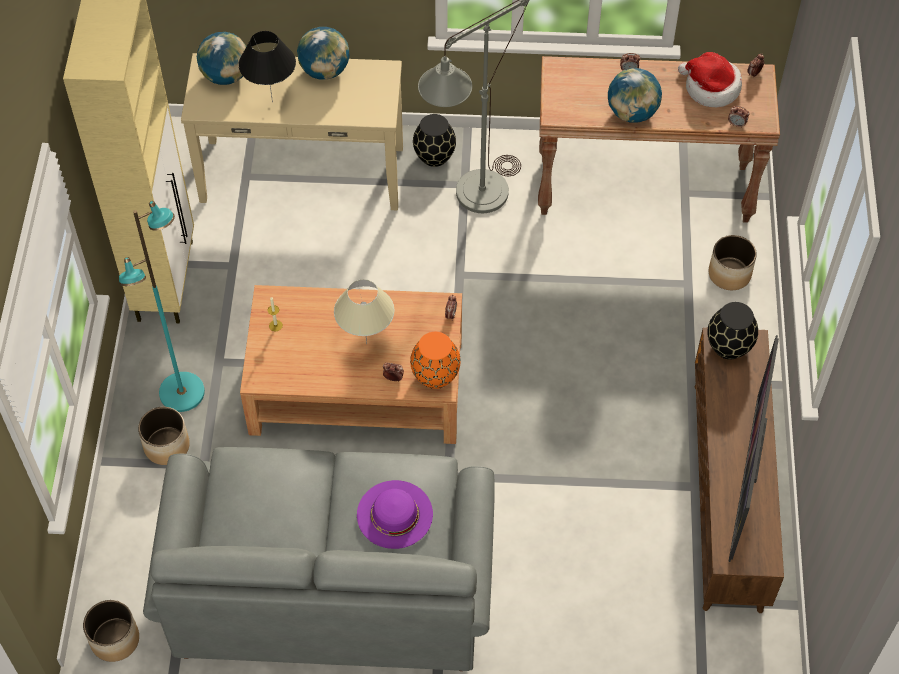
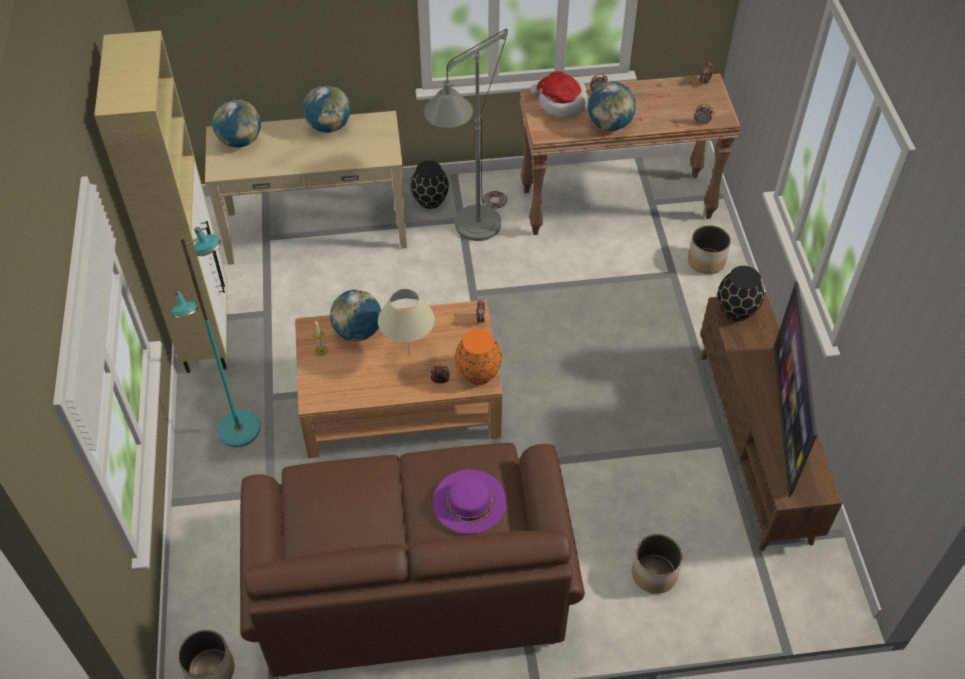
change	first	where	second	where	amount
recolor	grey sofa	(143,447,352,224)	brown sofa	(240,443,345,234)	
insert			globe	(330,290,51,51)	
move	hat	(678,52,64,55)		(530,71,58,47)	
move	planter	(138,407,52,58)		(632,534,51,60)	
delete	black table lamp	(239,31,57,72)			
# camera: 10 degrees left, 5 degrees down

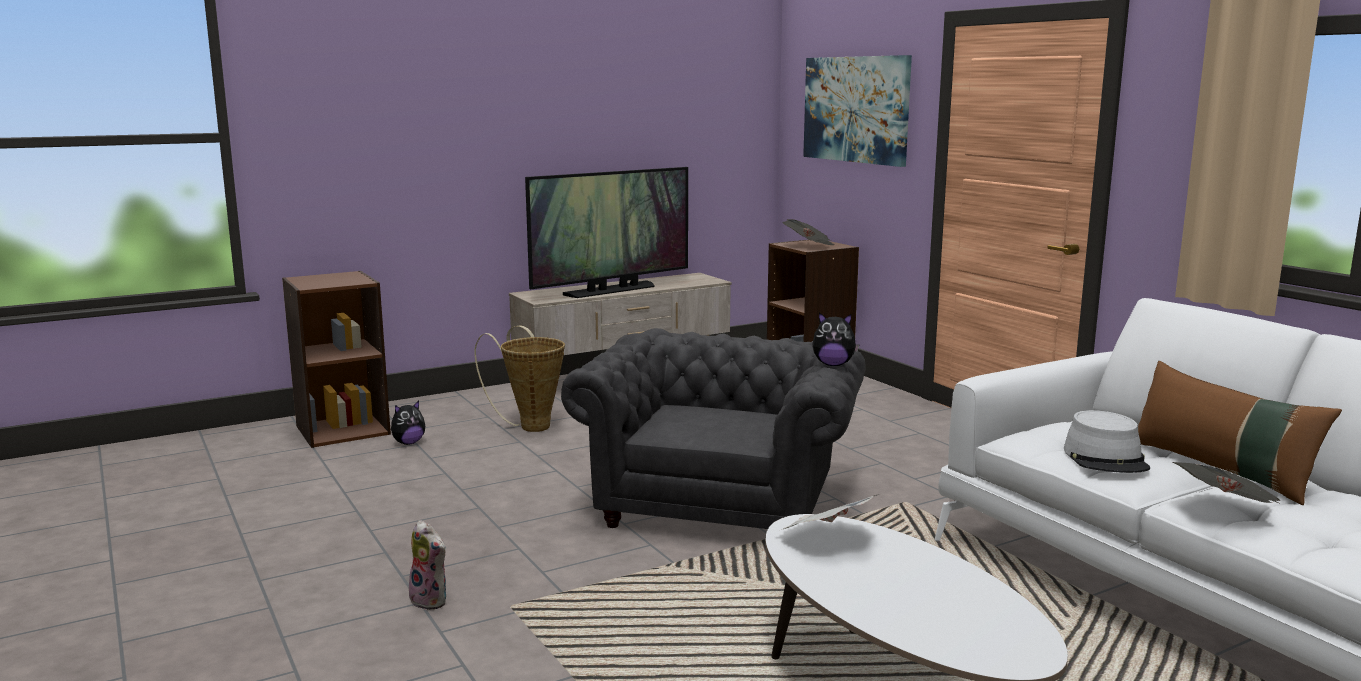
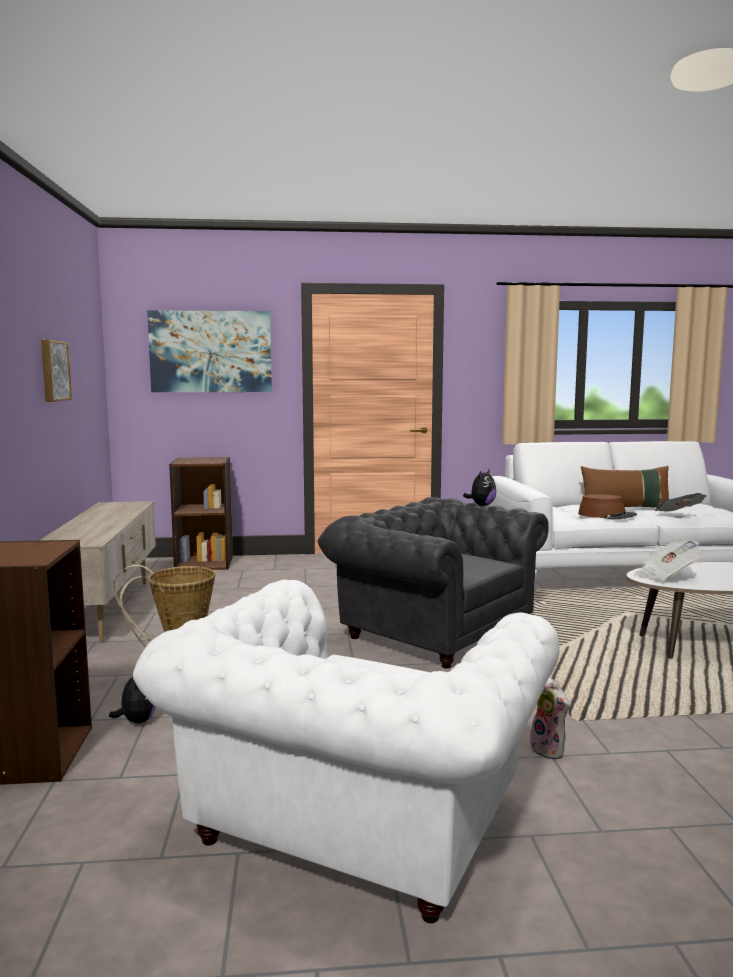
change	first	where	second	where	amount
insert			picture	(41,340,31,62)	
insert			white armchair	(133,580,427,343)	
rotate	plush toy	(409,520,37,90)		(527,677,43,82)	90 degrees clockwise
recolor	grey hat	(1064,410,86,63)	brown hat	(578,494,59,25)	
delete	television	(525,167,163,131)			
delete	newspaper	(783,219,52,26)			
# camera: 65 degrees left, 5 degrees down

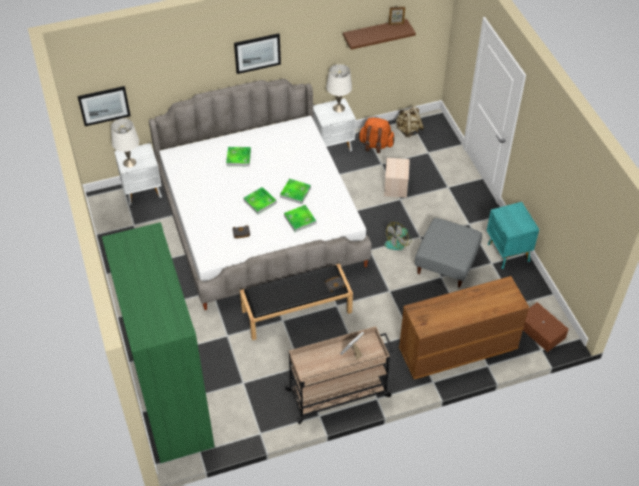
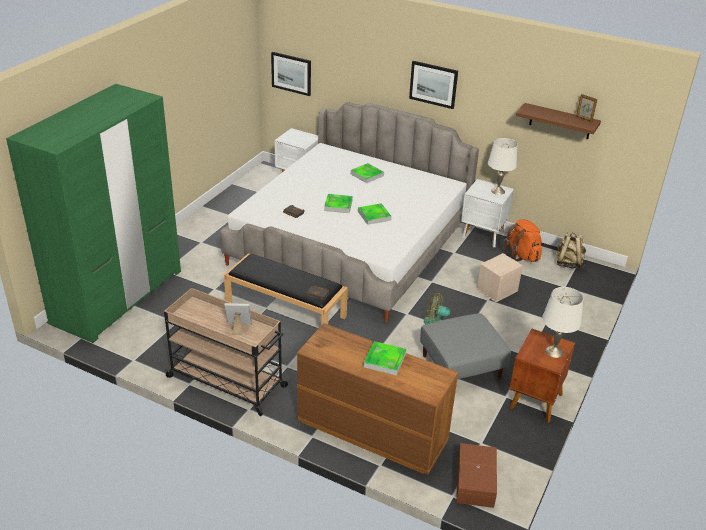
change	first	where	second	where	amount
move	tray	(284,205,32,27)		(364,341,42,35)	
recolor	turquoise nightstand	(487,202,52,67)	brown nightstand	(509,329,66,94)	
move	white table lamp	(111,118,28,50)		(542,287,41,71)	
# camera: 45 degrees right, 15 degrees down

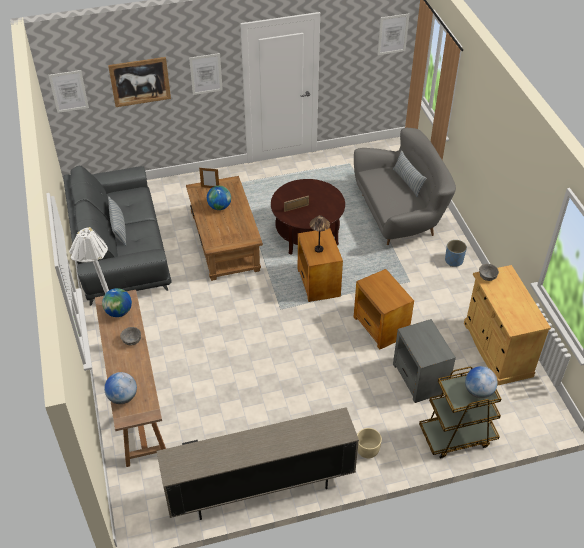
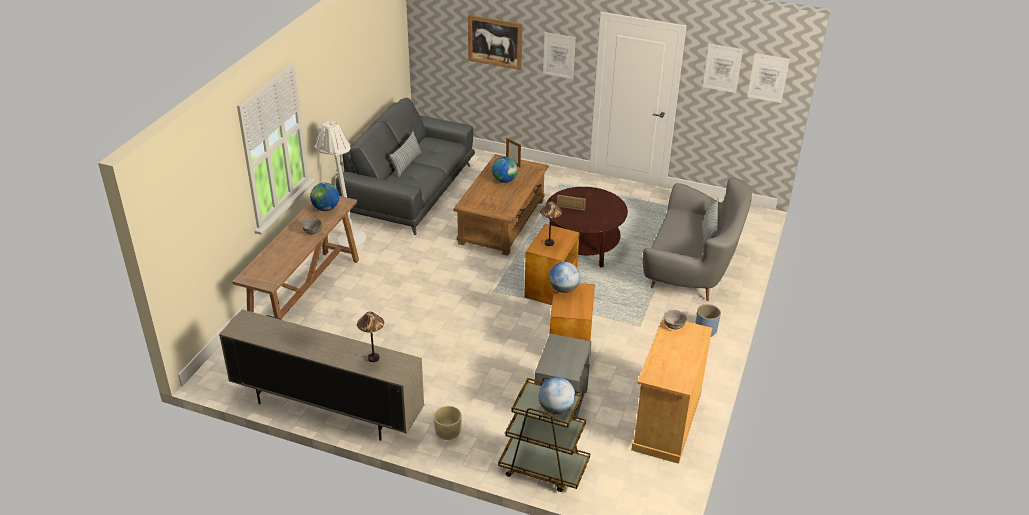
change	first	where	second	where	amount
insert			table lamp	(357,311,27,51)	
move	globe	(104,372,33,32)		(549,262,31,31)	
move	picture	(49,70,40,43)		(703,44,40,49)	
# camera: 35 degrees right, 10 degrees down

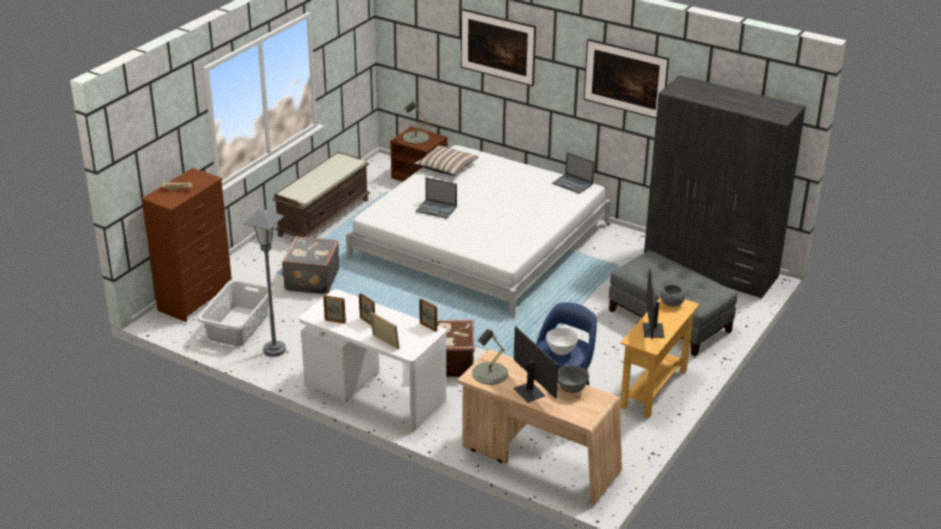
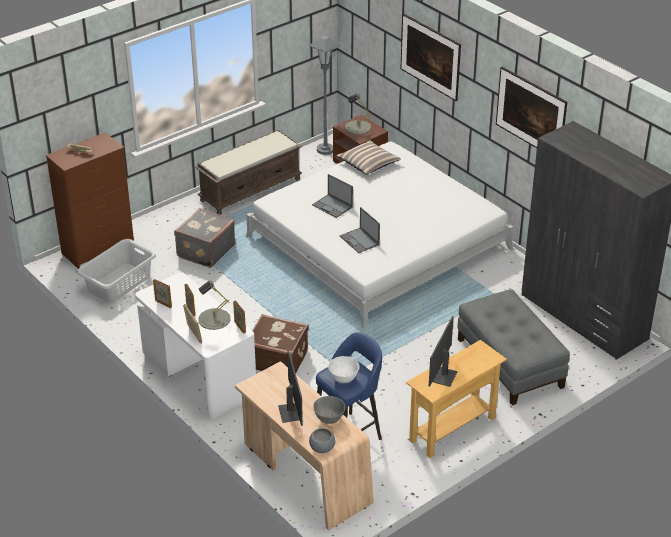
change	first	where	second	where	amount
move	grey table lamp	(472,329,36,56)		(198,281,33,49)	
move	grey floor lamp	(243,209,43,148)		(309,36,32,119)	
move	grey bowl	(660,285,25,22)		(309,428,26,25)	
move	laptop	(552,152,43,42)		(340,207,40,46)	
# camera: 20 degrees right, 5 degrees up

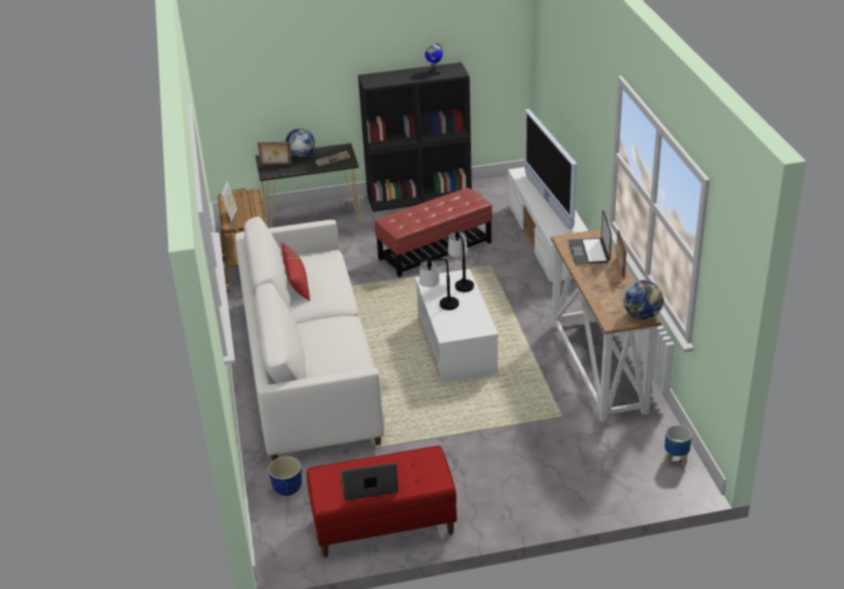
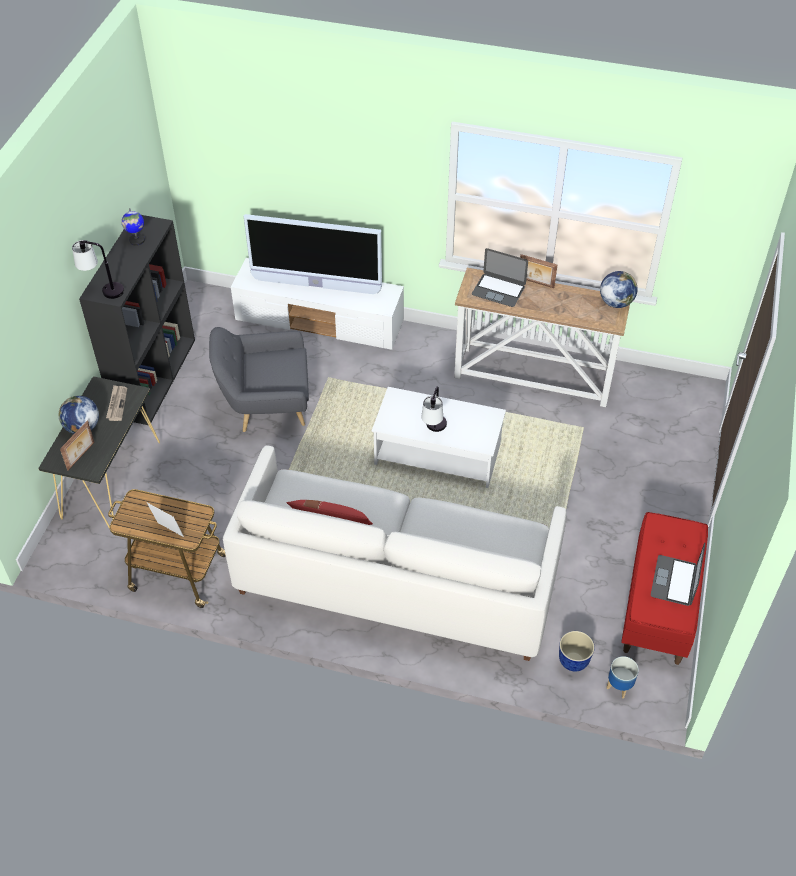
change	first	where	second	where	amount
move	table lamp	(448,231,26,61)		(72,240,52,59)	
replace	red ottoman	(374,188,118,89)	grey armchair	(209,327,100,105)	
move	planter	(665,425,27,41)		(606,656,33,43)	
# camera: 65 degrees left, 15 degrees up

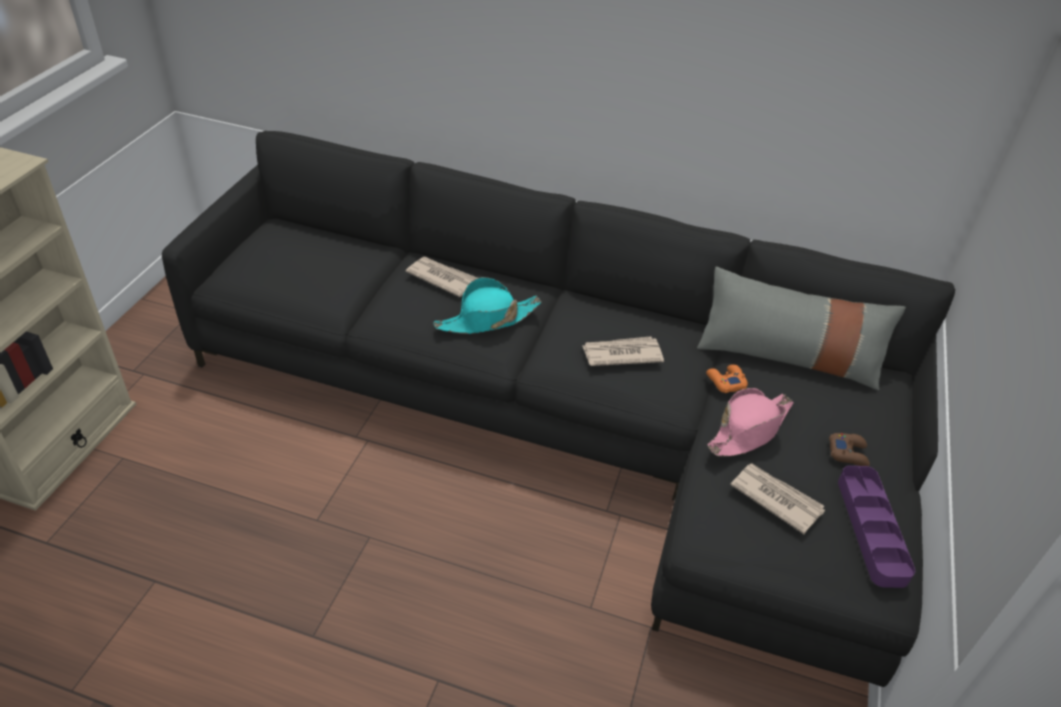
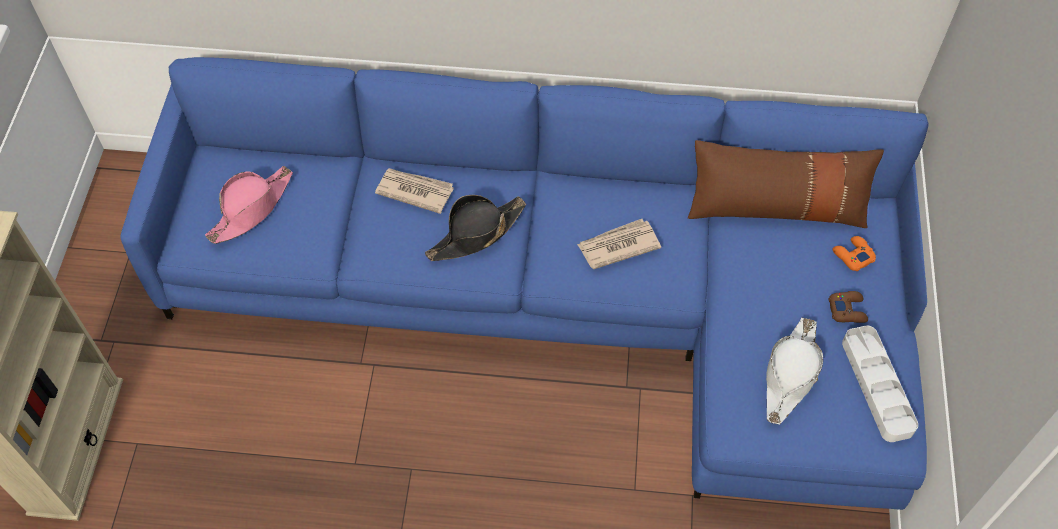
change	first	where	second	where	amount
recolor	black sofa	(162,131,793,556)	blue sofa	(121,57,807,453)	
move	pink hat	(707,388,87,68)		(205,166,88,78)	
recolor	turquoise hat	(433,277,108,57)	black hat	(425,195,101,66)	
recolor	grey pillow	(697,267,209,123)	brown pillow	(688,140,196,88)	
replace	newspaper	(730,464,95,70)	white hat	(766,318,57,106)	
move	orange game controller	(706,364,42,29)		(832,236,44,35)	
recolor	purple tray	(838,466,77,122)	white tray	(842,326,76,116)	
# camera: 10 degrees left, 15 degrees up

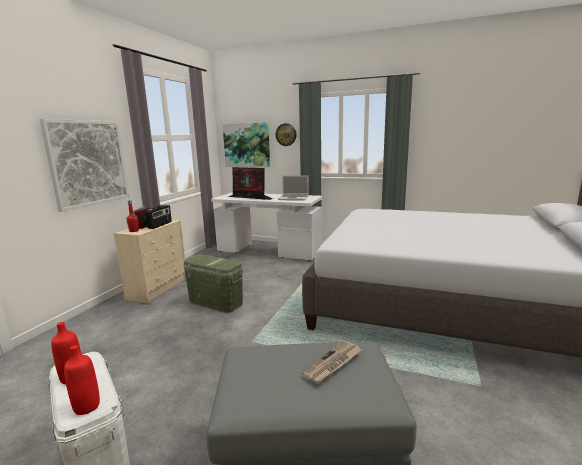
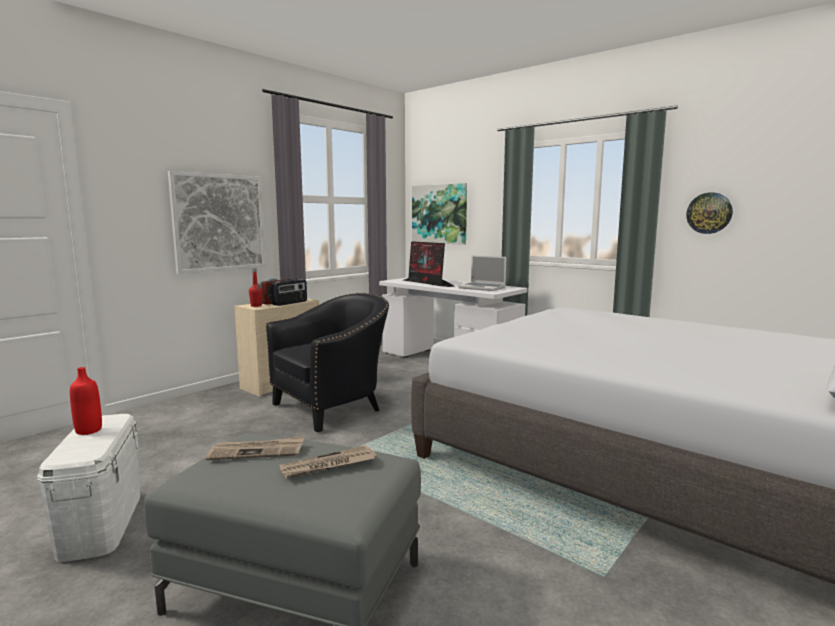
change	first	where	second	where	amount
insert			newspaper	(206,436,98,24)	
replace	green storage box	(183,254,60,59)	black armchair	(266,293,123,139)	
move	wall clock	(276,123,21,23)		(686,192,47,42)	
delete	red bottle	(64,345,36,70)			
# camera: 20 degrees right, 5 degrees down

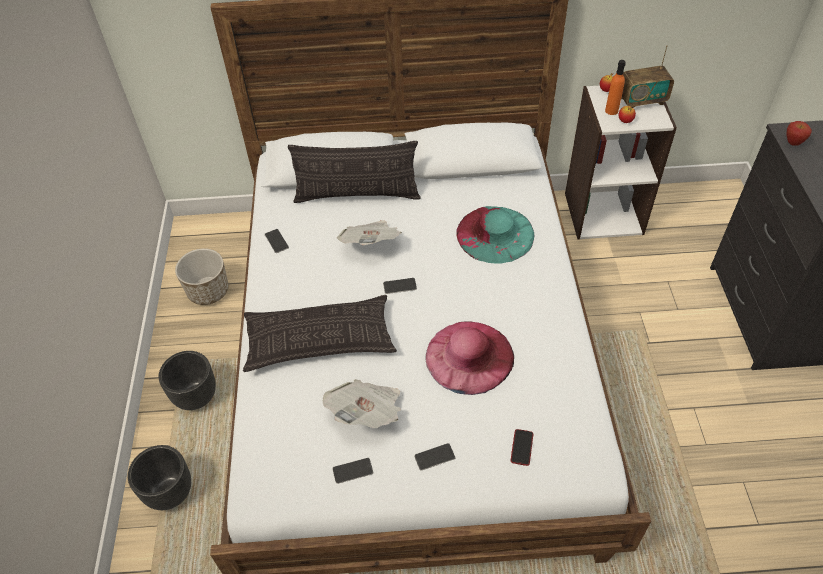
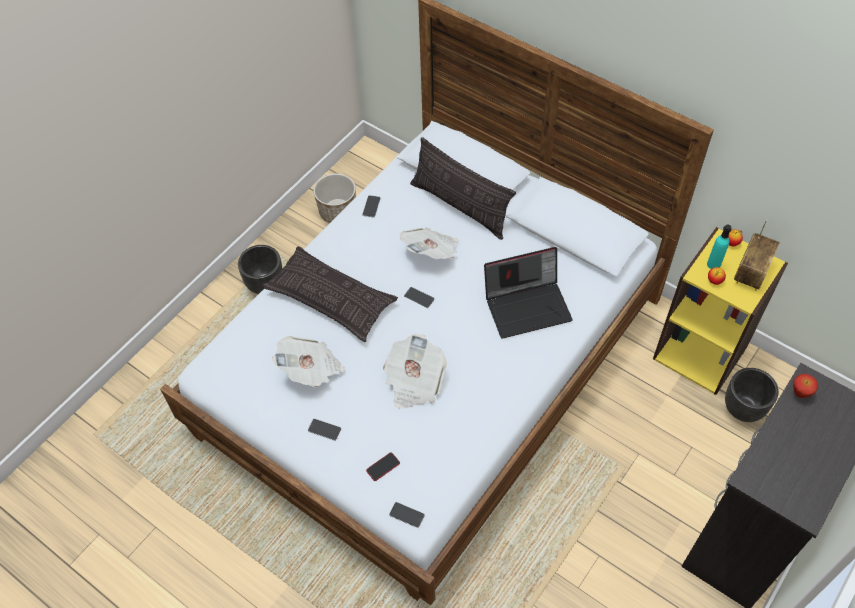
change	first	where	second	where	amount
replace	pink hat	(425,321,89,74)	newspaper	(383,334,64,75)	
move	phone	(332,458,41,26)		(389,502,36,26)	
replace	turquoise hat	(456,206,78,58)	laptop	(484,247,89,92)	
recolor	white bookcase	(565,85,112,154)	yellow bookcase	(653,227,135,168)	
recolor	orange bottle	(605,60,21,55)	turquoise bottle	(707,224,24,45)	
move	black planter	(128,445,63,65)		(725,368,54,54)	
rotate	radio	(621,45,53,63)		(734,220,46,71)	90 degrees counterclockwise
# camera: 40 degrees right, 5 degrees up

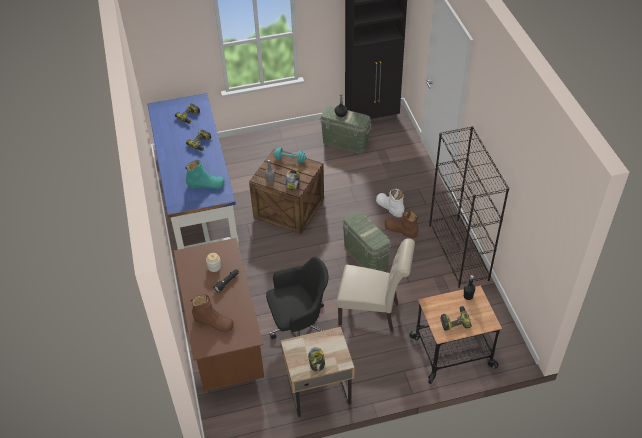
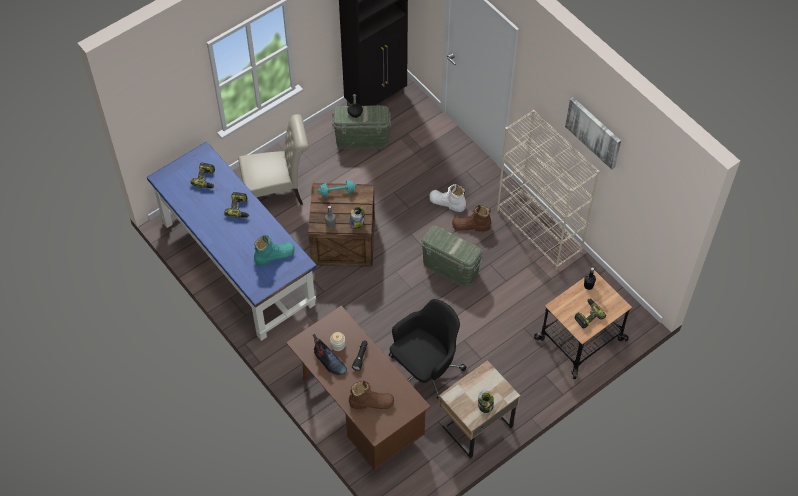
change	first	where	second	where	amount
move	beige chair	(336,239,79,93)		(238,114,71,91)	
insert			boot	(313,334,34,41)	
recolor	black bookcase	(429,126,80,162)	beige bookcase	(497,110,102,160)	
insert			picture	(565,97,56,73)	
# camera: 25 degrees left, 10 degrees up

